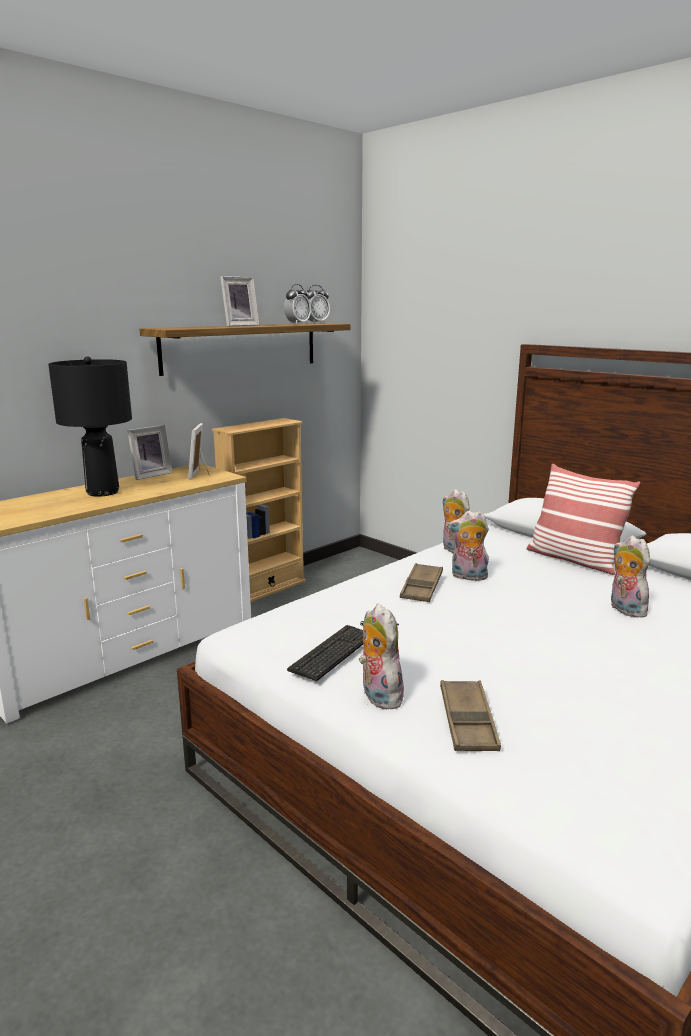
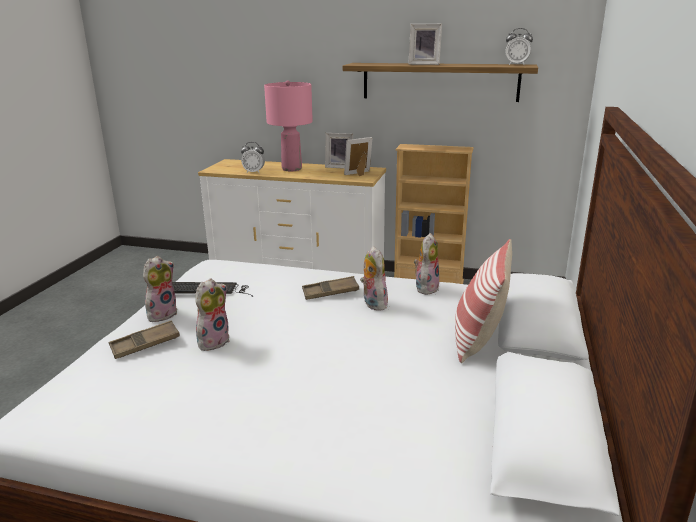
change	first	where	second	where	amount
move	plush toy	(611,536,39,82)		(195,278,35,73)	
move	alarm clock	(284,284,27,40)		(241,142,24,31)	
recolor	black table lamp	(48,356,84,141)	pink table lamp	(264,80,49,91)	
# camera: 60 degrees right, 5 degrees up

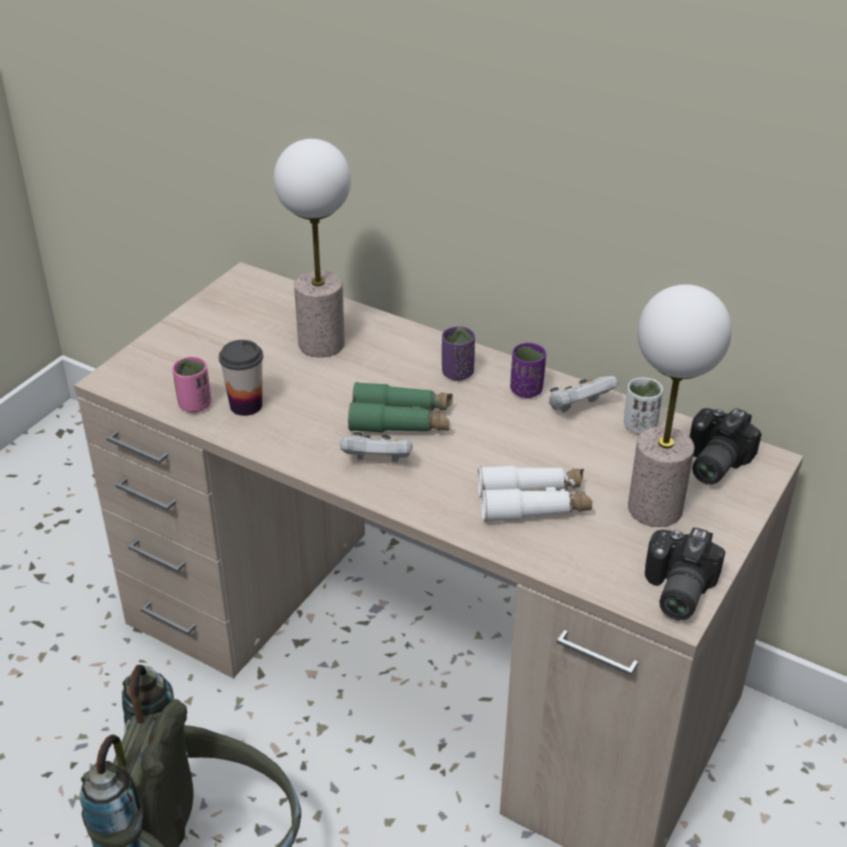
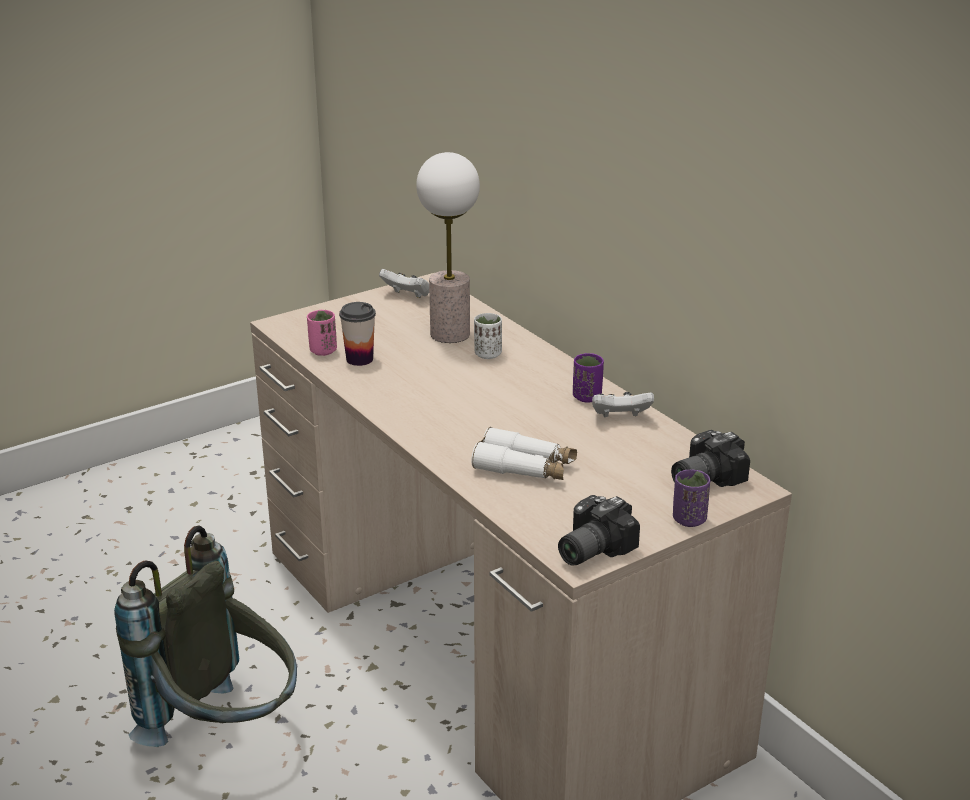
change	first	where	second	where	amount
move	white game controller	(340,432,73,30)		(379,269,50,29)	
move	white cup	(624,377,39,57)		(474,313,28,46)	
move	purple cup	(442,326,33,55)		(673,469,37,58)	
delete	green binoculars	(348,382,105,51)			
delete	table lamp	(628,284,104,243)			
# camera: 25 degrees right, 10 degrees down

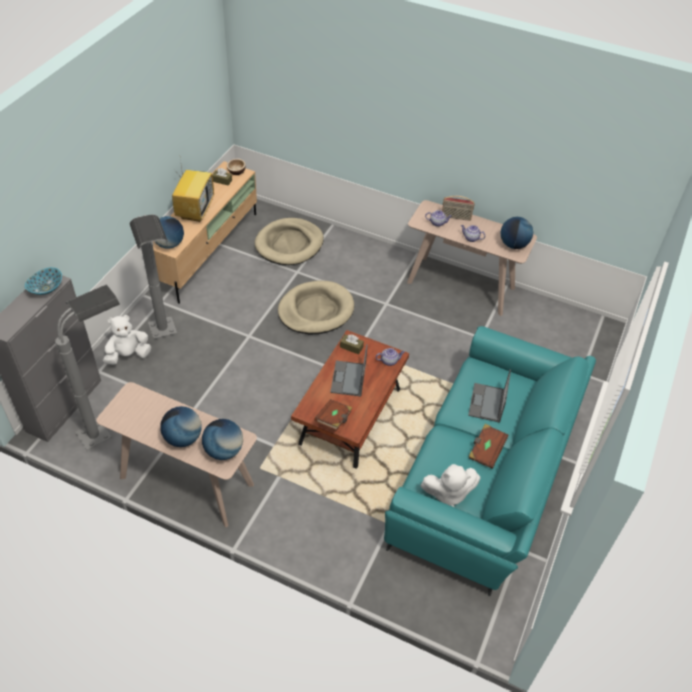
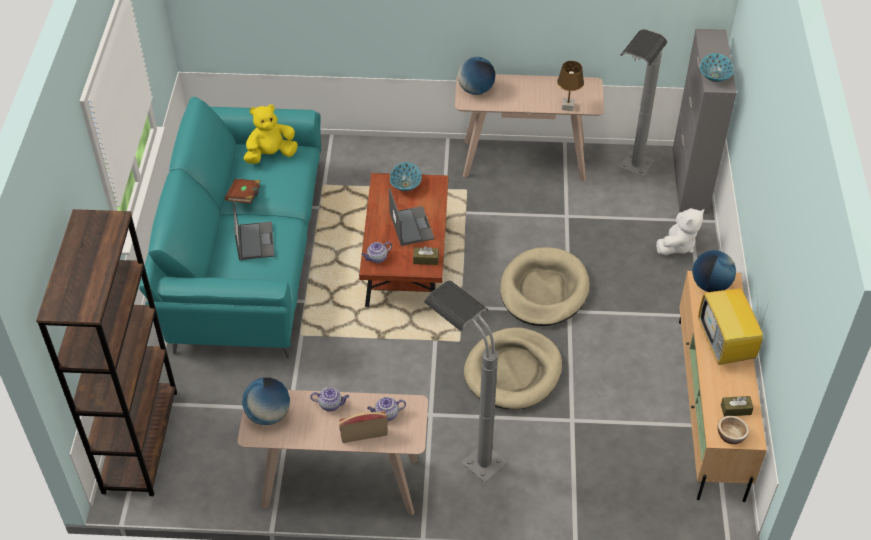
change	first	where	second	where	amount
insert			brown bookcase	(36,209,141,287)	
recolor	white plush toy	(420,464,60,43)	yellow plush toy	(244,104,54,60)	
replace	brown book	(314,399,38,32)	bowl	(390,162,32,29)	
move	grey floor lamp	(130,214,47,125)		(424,280,84,203)	
move	beige dog bed	(254,218,70,47)		(500,247,90,79)	
insert			brown table lamp	(557,61,27,50)	
delete	globe	(160,406,42,41)			
# camera: 160 degrees right, 0 degrees up

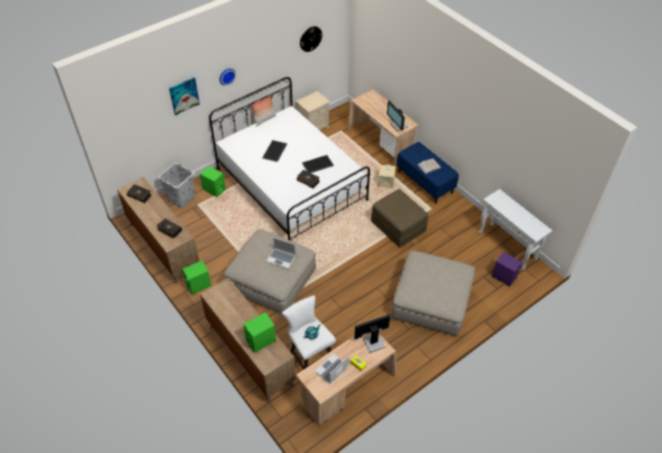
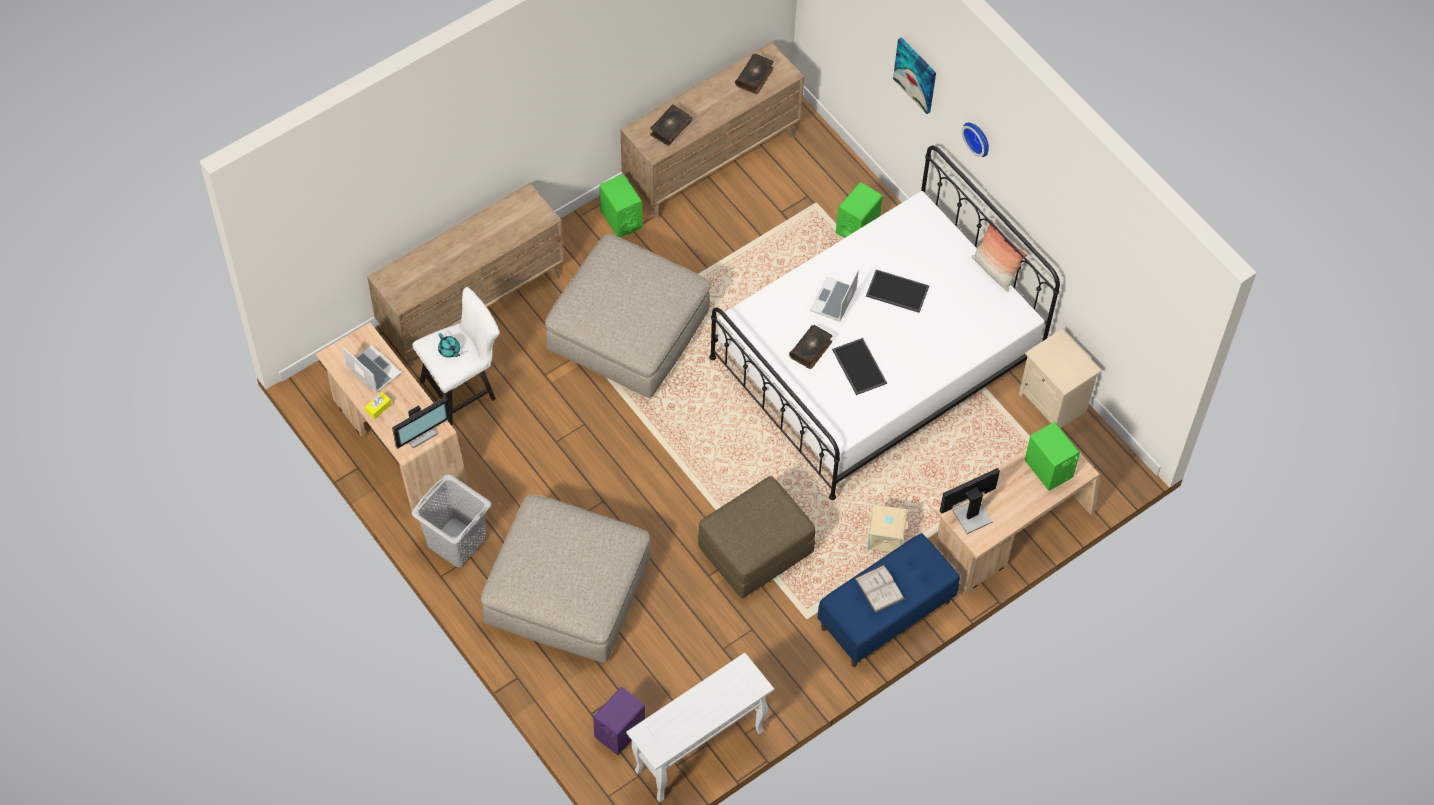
change	first	where	second	where	amount
rotate	monitor	(354,314,36,39)		(392,396,58,53)	75 degrees clockwise
move	grey laundry basket	(157,162,38,46)		(411,474,80,93)	
move	laptop	(266,237,30,32)		(810,270,49,52)	
move	green speaker	(243,312,33,41)		(1025,422,55,69)	
delete	wall clock	(300,26,23,26)			
# camera: 90 degrees right, 10 degrees up

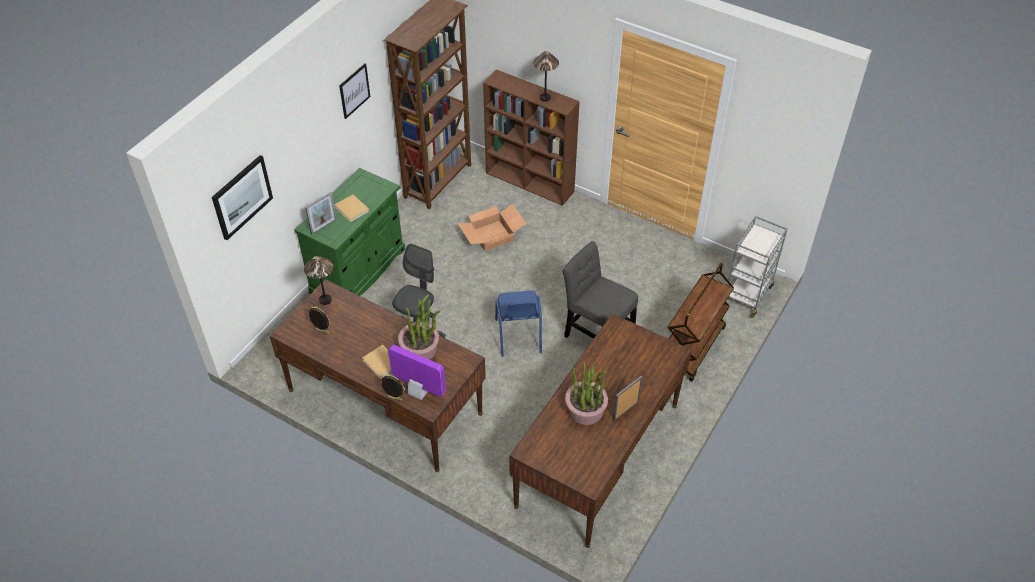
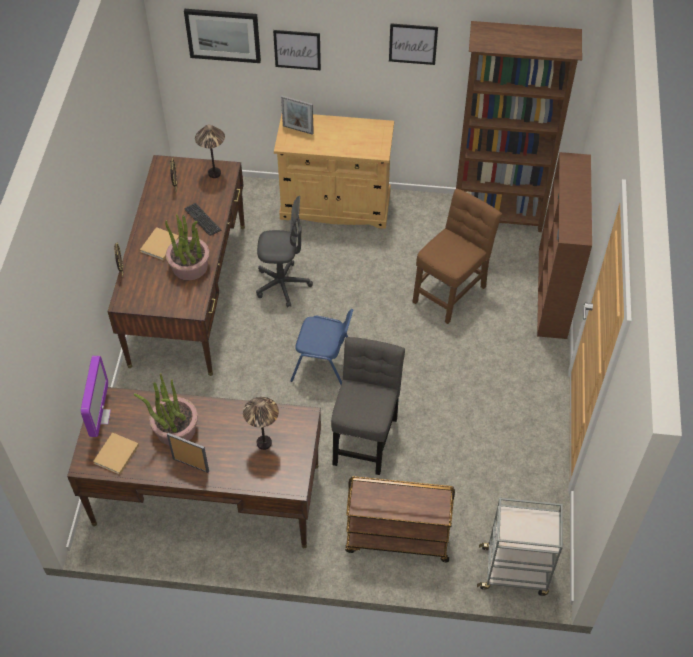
change	first	where	second	where	amount
move	monitor	(388,345,58,55)		(81,356,30,81)	
move	beige book	(335,195,35,27)		(93,432,46,43)	
insert			keyboard	(184,203,38,33)	
move	table lamp	(533,51,26,51)		(243,397,36,53)	
insert			picture	(273,30,48,40)	
recolor	green cabinet	(294,168,111,128)	beige cabinet	(274,114,120,115)	
rotate	blue chair	(495,291,47,66)		(290,309,63,76)	135 degrees counterclockwise
replace	cardboard box	(457,204,70,47)	brown chair	(412,189,90,135)	
# camera: 65 degrees right, 5 degrees up

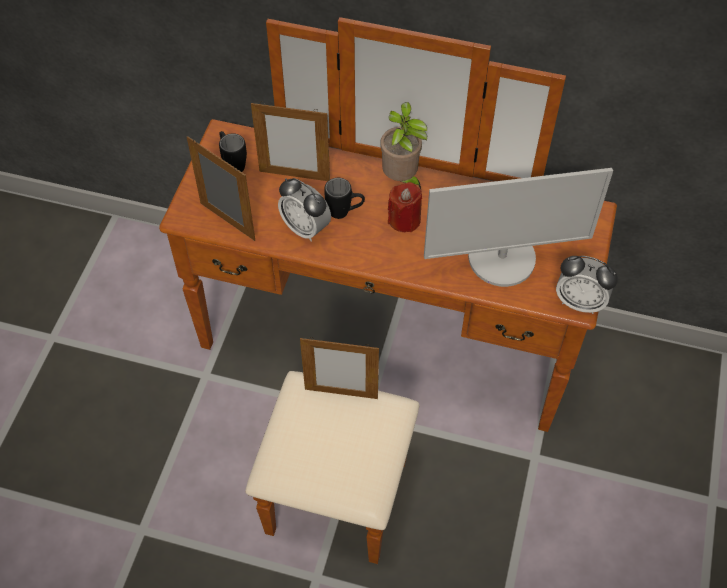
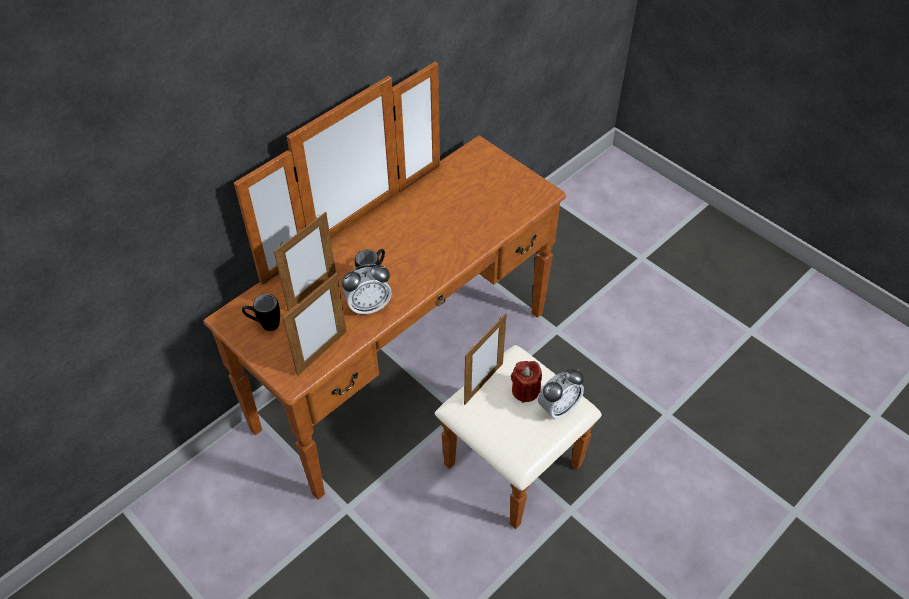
change	first	where	second	where	amount
rotate	picture frame	(187,136,68,105)		(283,273,63,103)	150 degrees clockwise
move	red candle	(388,182,34,50)		(511,361,31,42)	
move	alarm clock	(556,256,62,58)		(538,369,46,51)	
delete	potted plant	(380,102,47,87)			
delete	monitor	(424,168,189,119)			
# camera: 60 degrees left, 5 degrees down

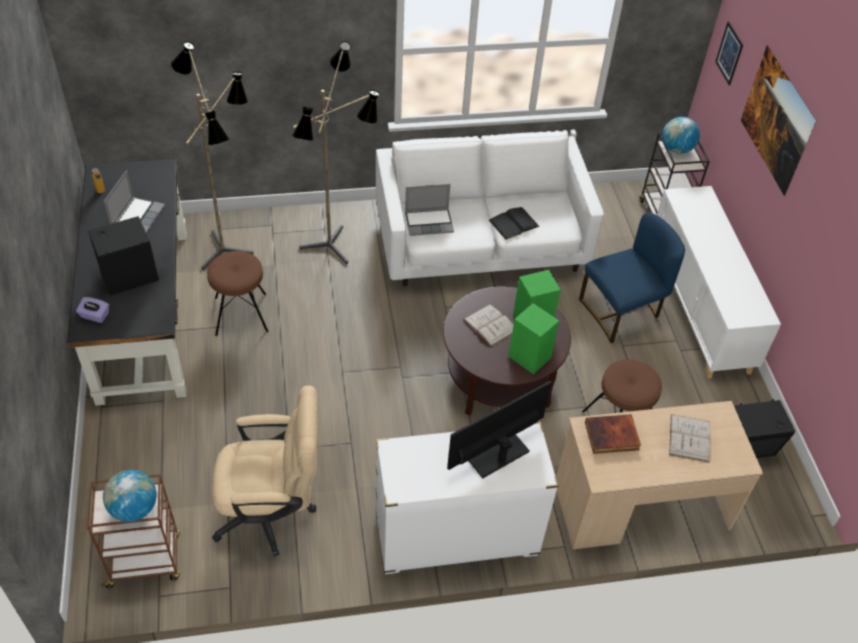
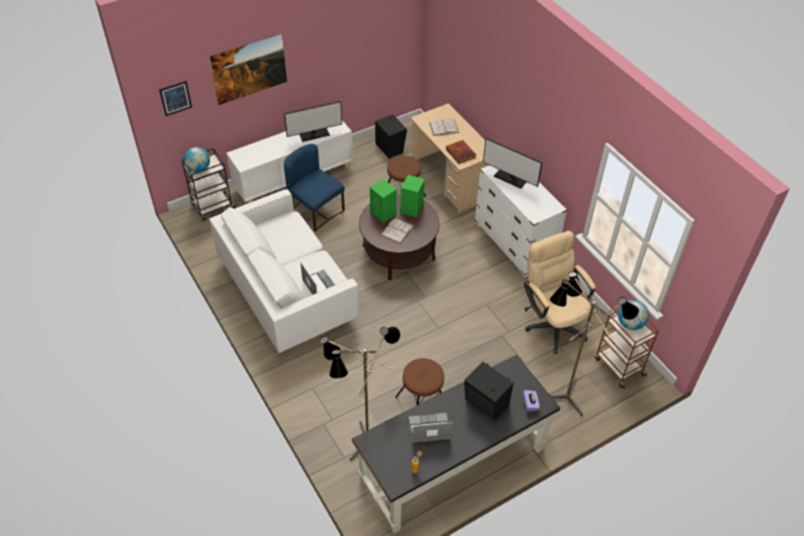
change	first	where	second	where	amount
insert			monitor	(284,101,58,41)	
move	floor lamp	(292,41,87,223)		(550,272,89,144)	
delete	black book	(489,207,51,33)			
# camera: 110 degrees left, 0 degrees up

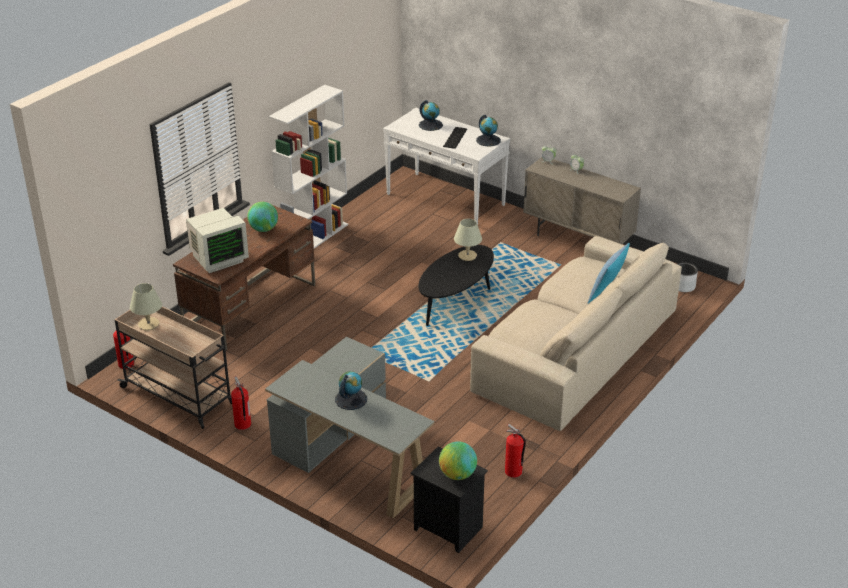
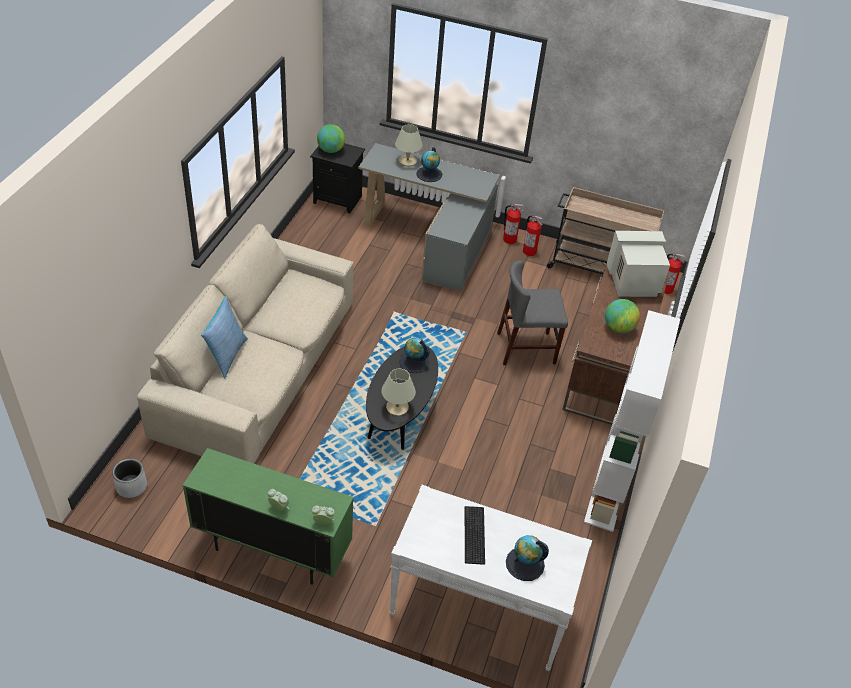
change	first	where	second	where	amount
recolor	beige cabinet	(523,157,118,87)	green cabinet	(183,448,171,137)	
move	beige table lamp	(130,283,32,48)		(395,124,28,42)	
move	globe	(476,115,25,32)		(399,337,31,36)	
insert			grey chair	(497,260,71,105)	
move	fire extinguisher	(505,424,21,54)		(503,204,20,40)	
rotate	monitor	(186,208,63,65)		(607,231,63,66)	45 degrees clockwise
# camera: 160 degrees right, 10 degrees up

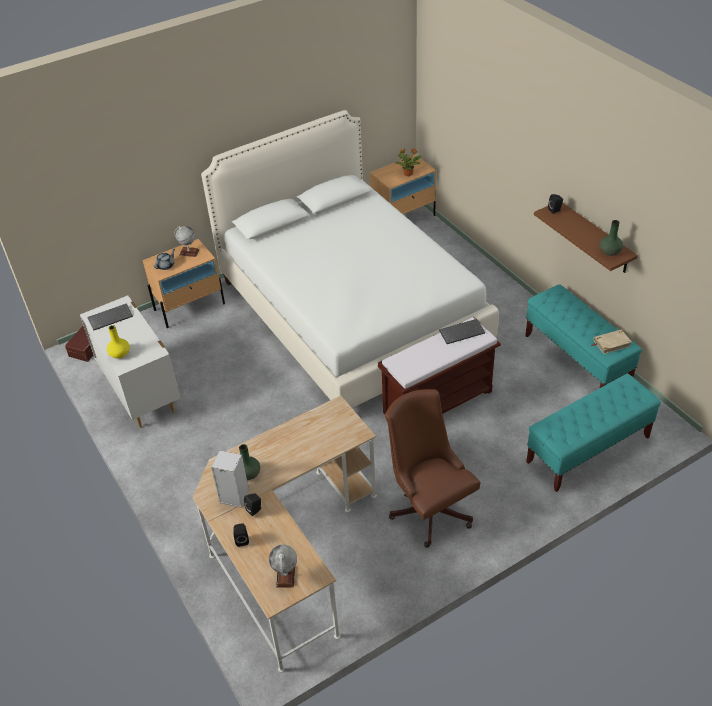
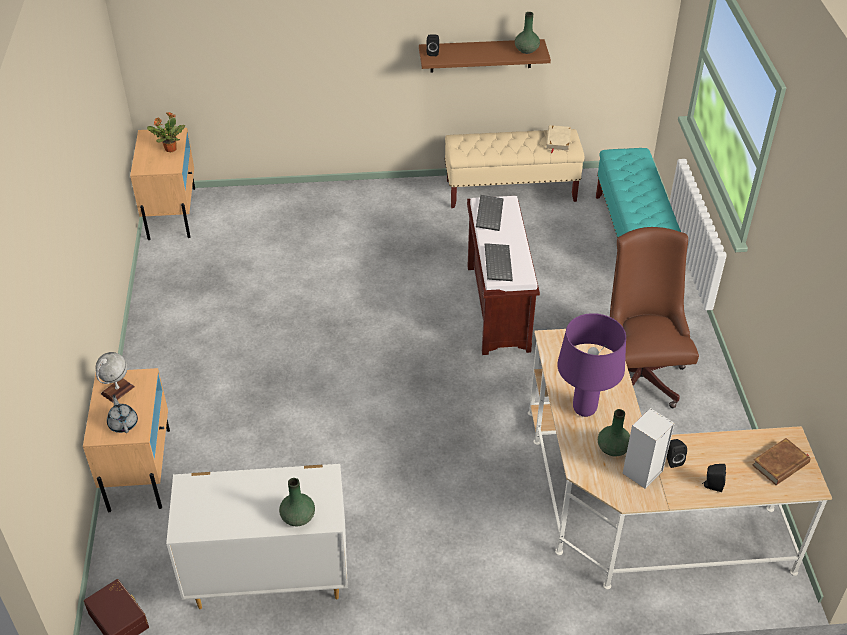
change	first	where	second	where	amount
recolor	yellow vase	(107,325,23,33)	green vase	(279,478,36,48)	
recolor	turquoise bench	(525,284,117,104)	beige bench	(444,129,141,79)	
move	keyboard	(87,303,46,27)		(485,243,28,38)	
insert			purple table lamp	(557,313,69,104)	
rotate	brown office chair	(385,389,95,159)		(610,227,89,181)	90 degrees clockwise
replace	globe	(269,545,28,43)	brown book	(752,438,59,47)	
delete	white bed	(201,110,298,298)			
# camera: 65 degrees left, 0 degrees up

